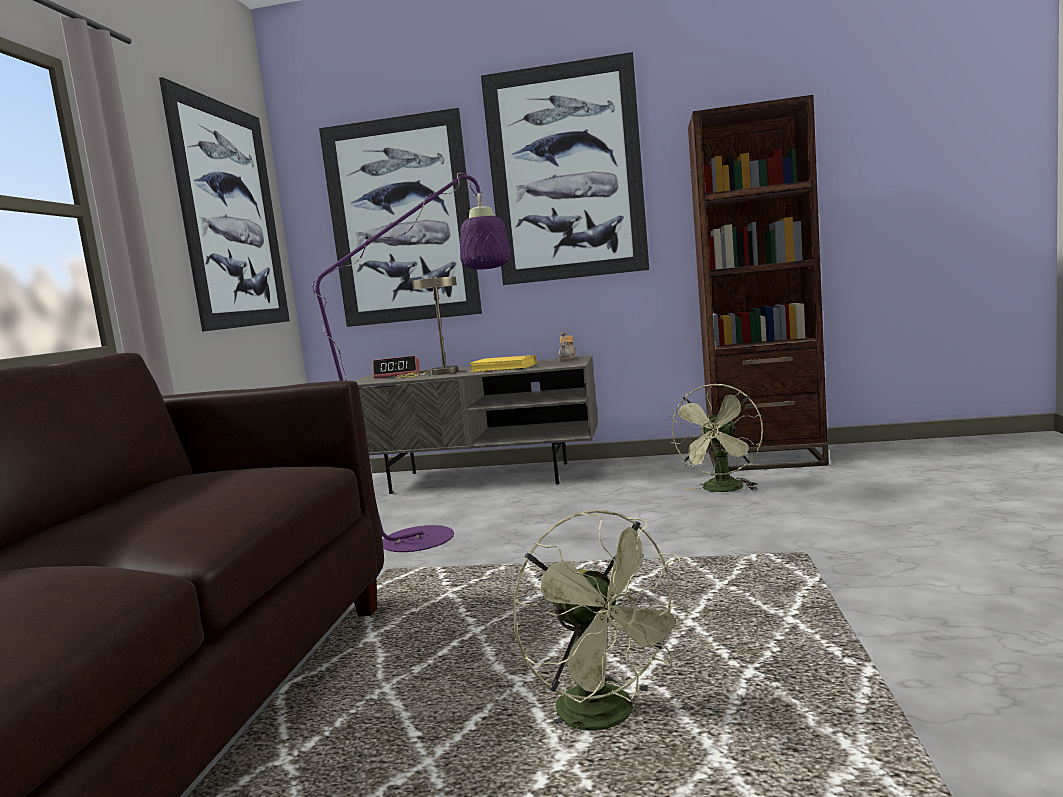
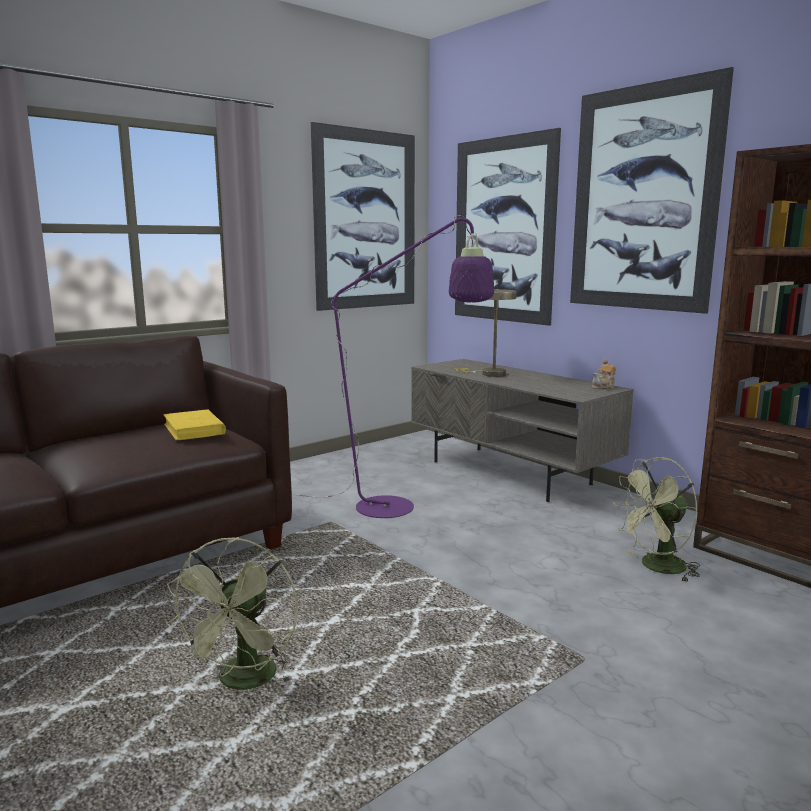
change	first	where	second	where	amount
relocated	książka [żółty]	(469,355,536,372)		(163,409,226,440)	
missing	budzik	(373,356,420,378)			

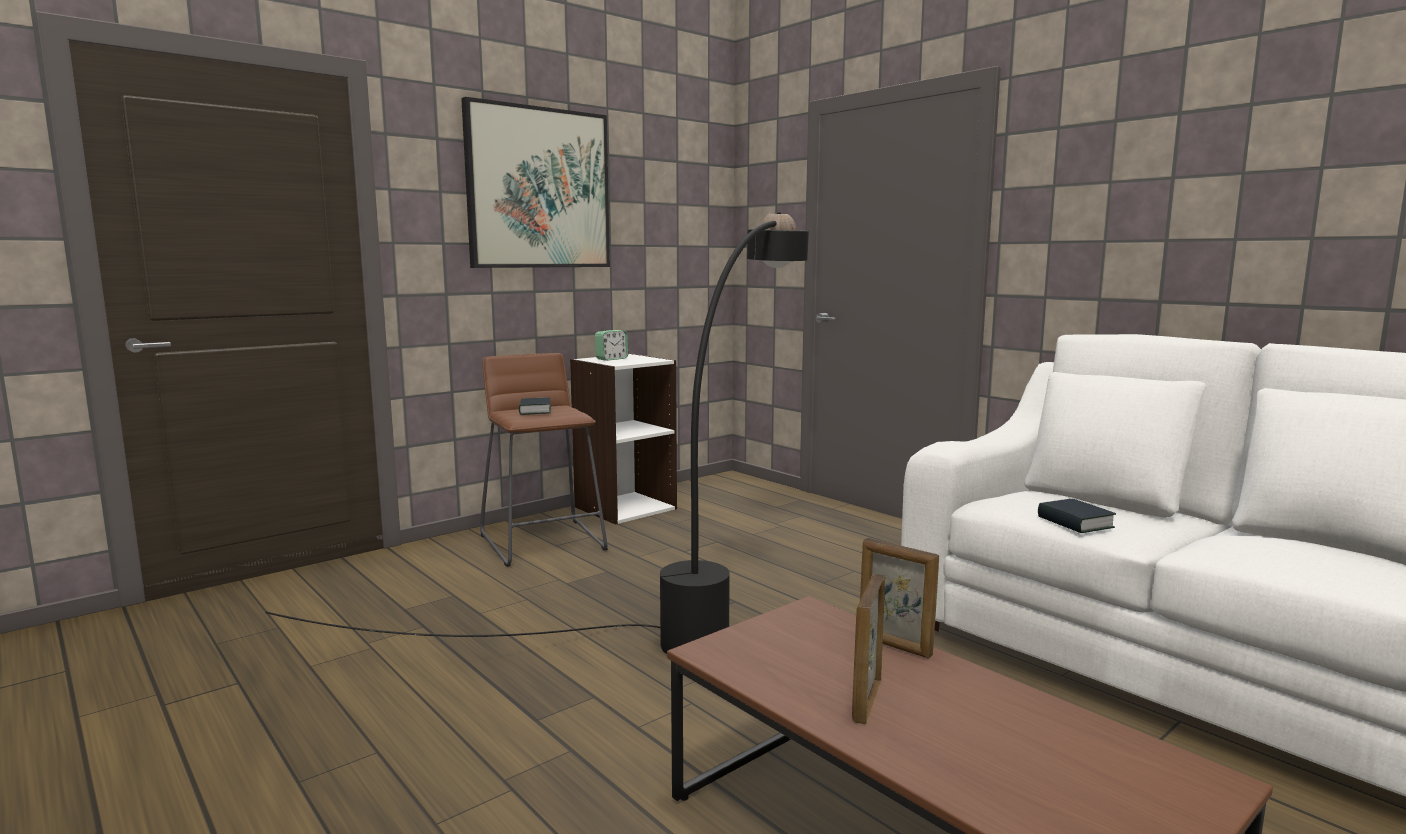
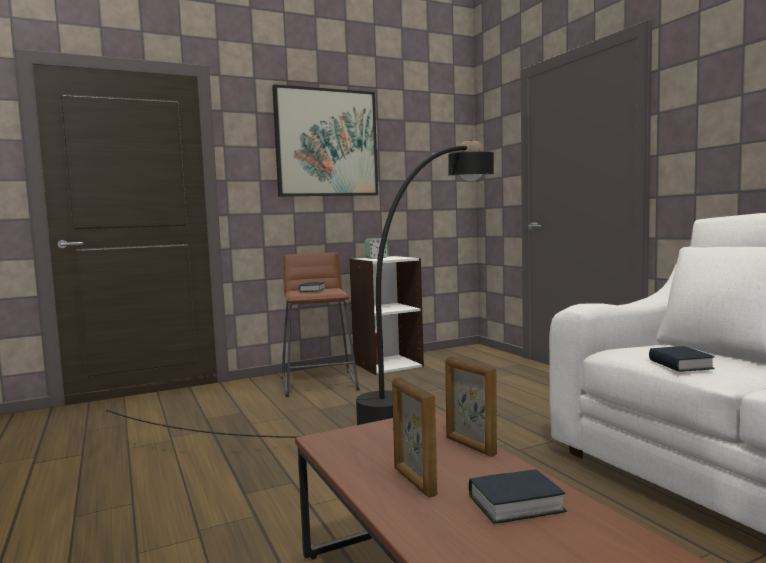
change	first	where	second	where	amount
spun	ramka na zdjęcie	(852,574,885,724)		(392,377,437,498)	60 degrees counterclockwise
appeared			książka	(469,469,567,524)	

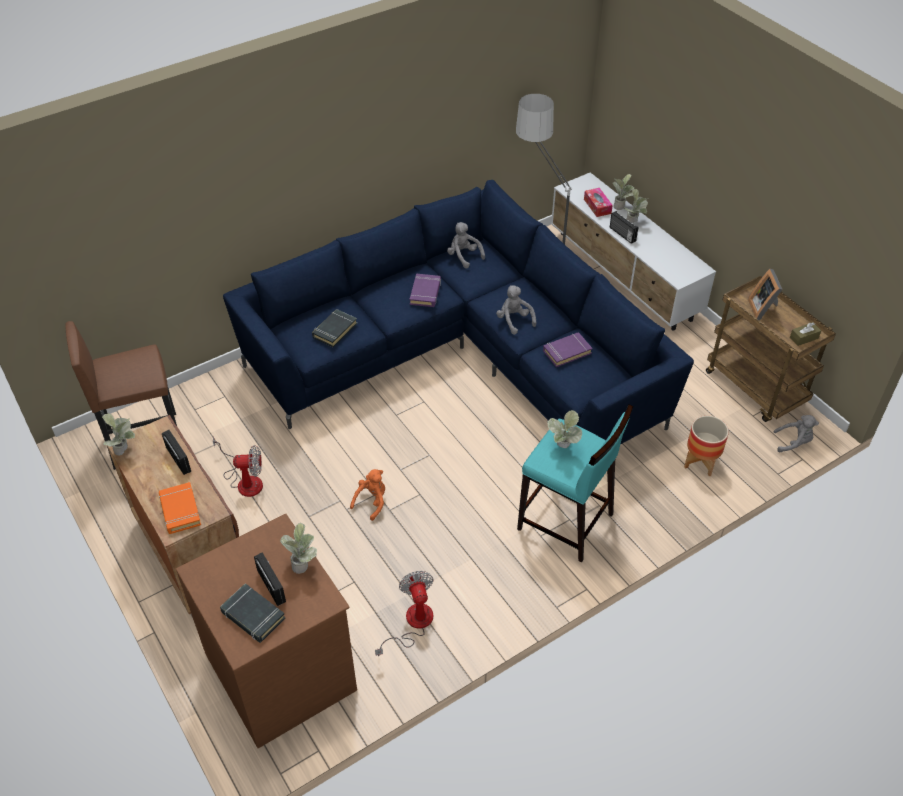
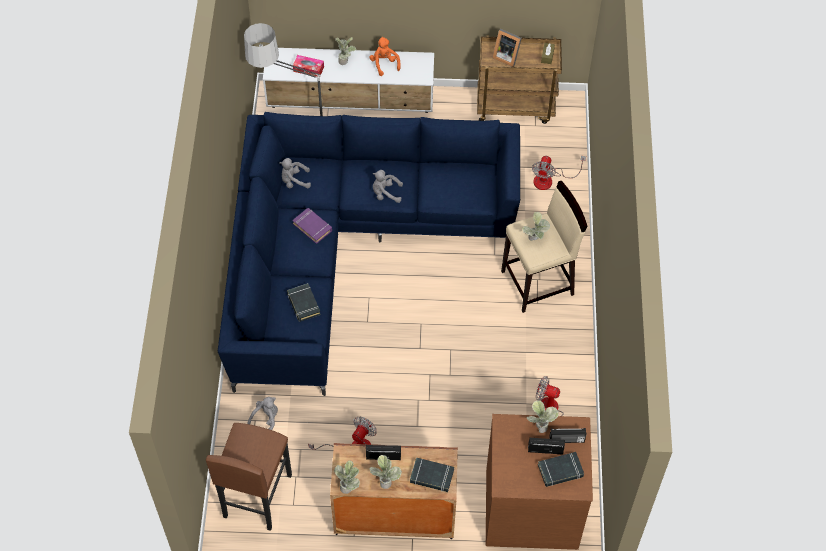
change	first	where	second	where	amount
relocated	roślina doniczkowa	(613,174,634,210)		(370,455,402,489)	
relocated	radio	(610,211,638,244)		(549,428,586,443)	
missing	książka [fioletowy]	(543,332,592,367)			
colour	stołek [turkusowy]	(517,404,633,562)	stołek [beżowy]	(501,181,588,313)	
relocated	pluszak [szary]	(773,415,819,452)		(247,397,278,430)	
exchanged	donica	(684,416,729,476)	wentylator	(532,156,586,190)	
relocated	pluszak [pomarańczowy]	(350,469,385,521)		(369,37,400,76)	
colour	książka [pomarańczowy]	(159,482,201,534)	książka [czarny]	(410,458,454,492)	

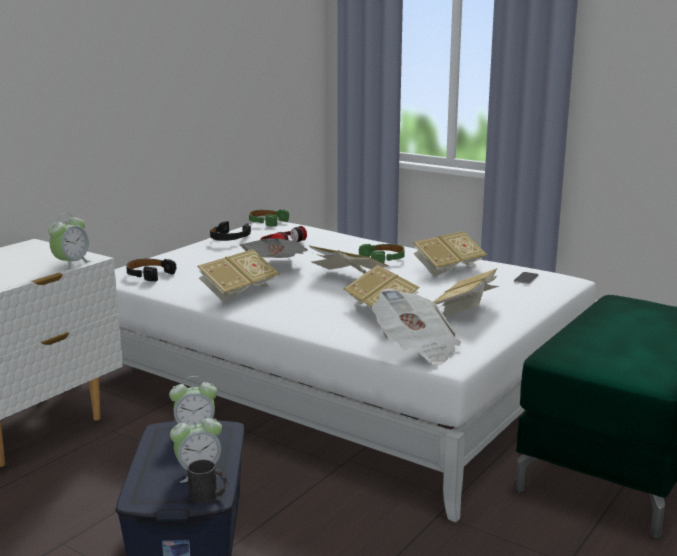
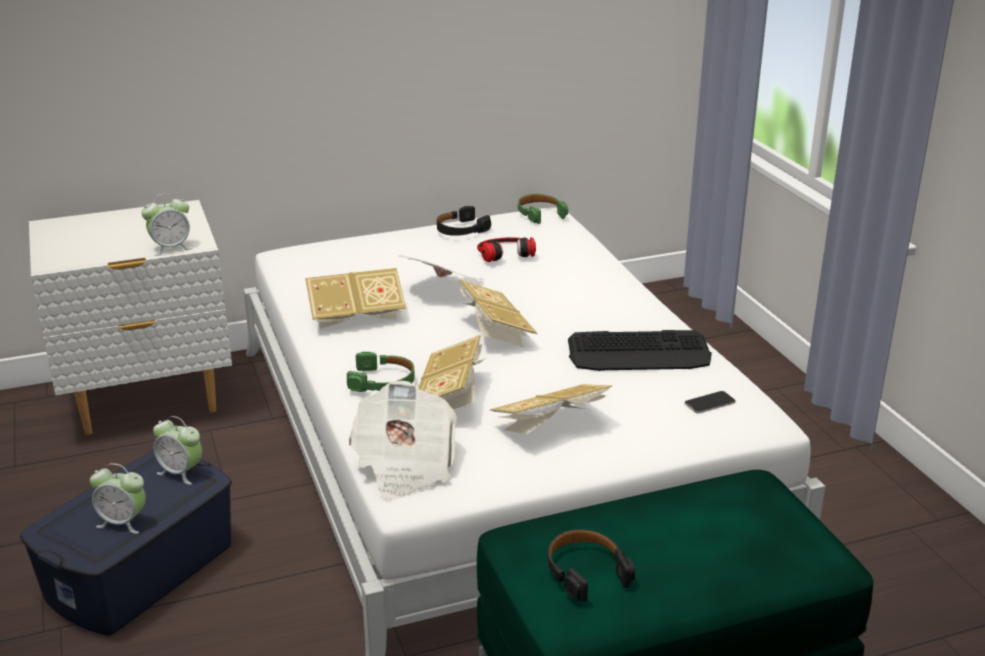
change	first	where	second	where	amount
exchanged	książka	(413,231,487,277)	klawiatura	(568,330,712,371)	
relocated	słuchawki [zielony]	(359,244,405,263)		(347,352,415,392)	
relocated	słuchawki [czarny]	(126,259,176,281)		(548,529,635,602)	
missing	kubek [czarny]	(187,460,228,504)			

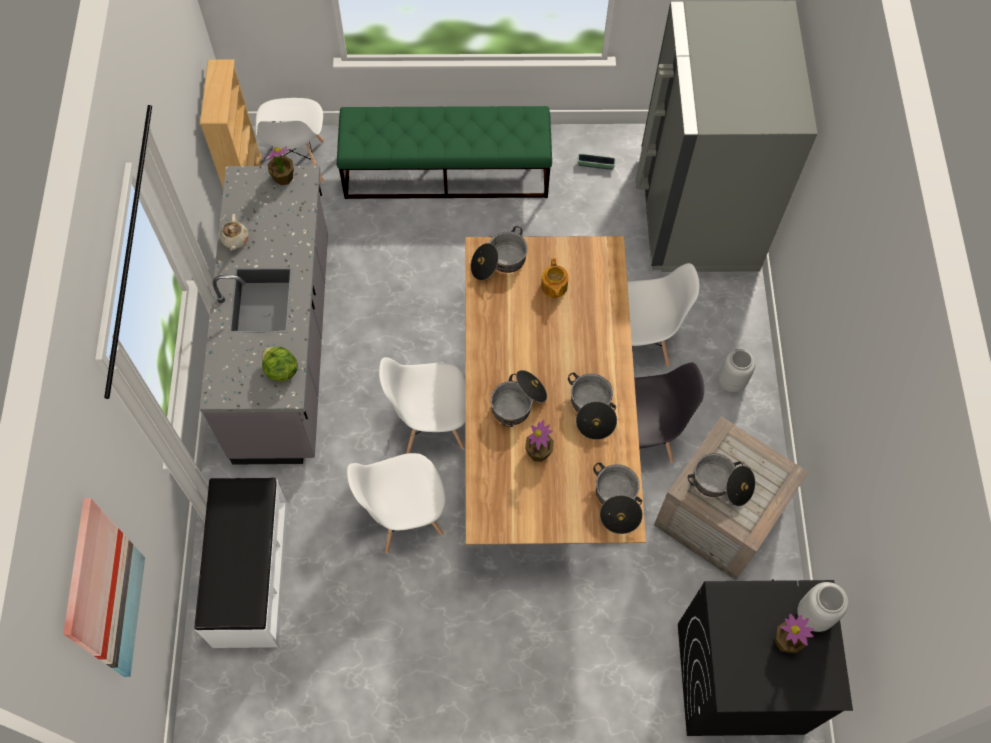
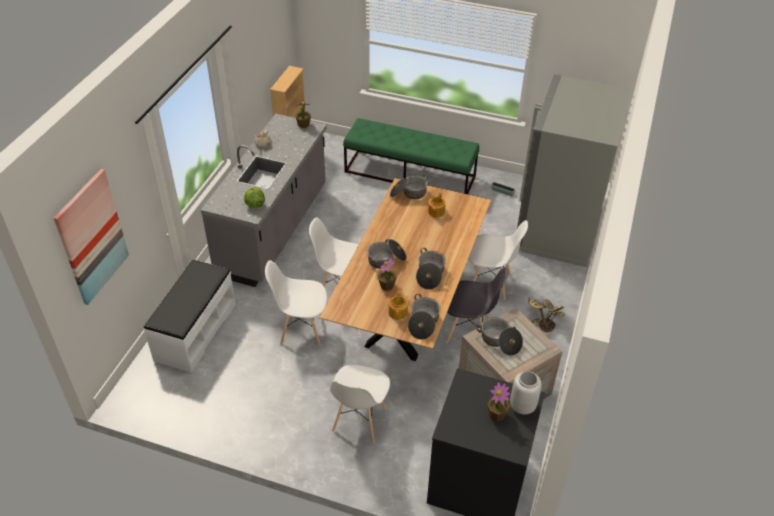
change	first	where	second	where	amount
relocated	krzesło [biały]	(255,98,324,183)		(330,365,390,443)	
exchanged	wazon [szary]	(718,349,756,392)	roślina doniczkowa	(528,298,565,332)	
appeared			imbryk	(388,290,408,320)	

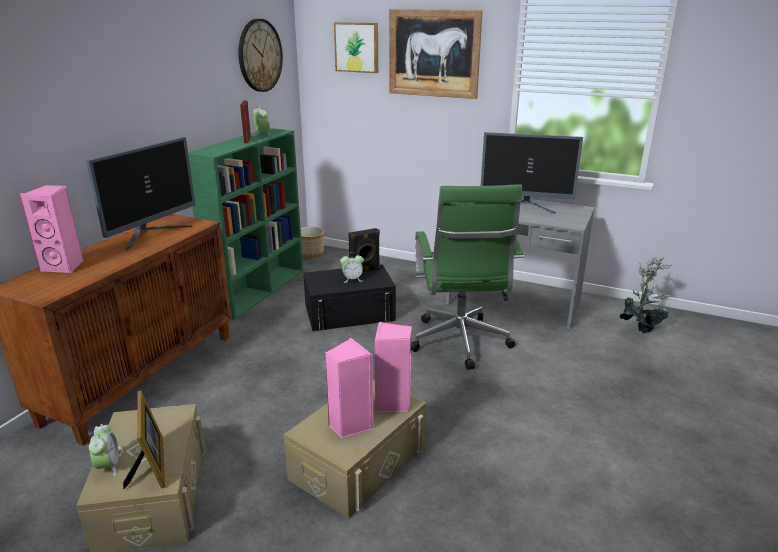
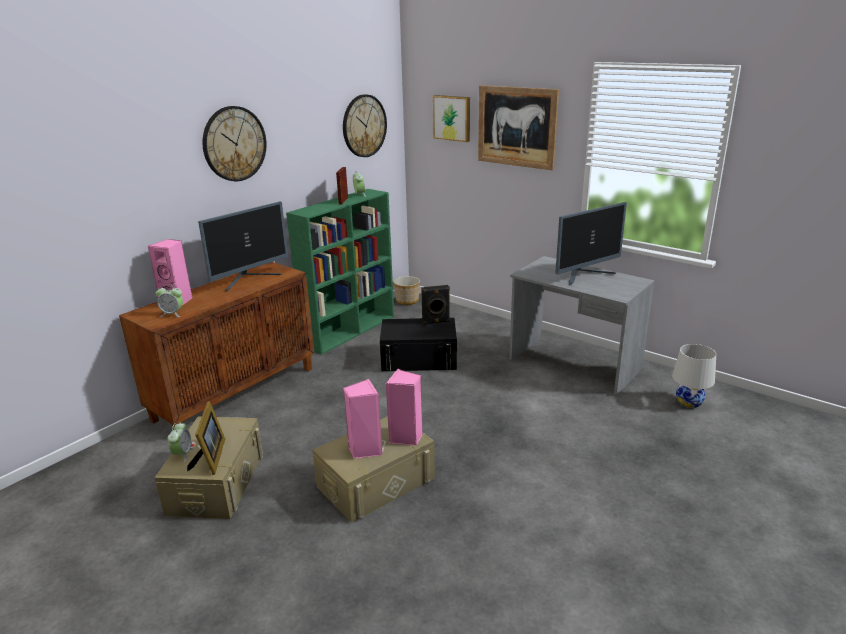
change	first	where	second	where	amount
spun	monitor	(481,132,583,214)		(555,202,627,285)	60 degrees counterclockwise
missing	krzesło biurowe [zielony]	(411,184,523,370)			
relocated	budzik	(340,252,364,283)		(156,284,183,317)	
exchanged	roślina doniczkowa	(620,256,672,333)	lampa stołowa [biały]	(672,344,716,408)	
appeared			zegar ścienny	(202,106,267,181)	

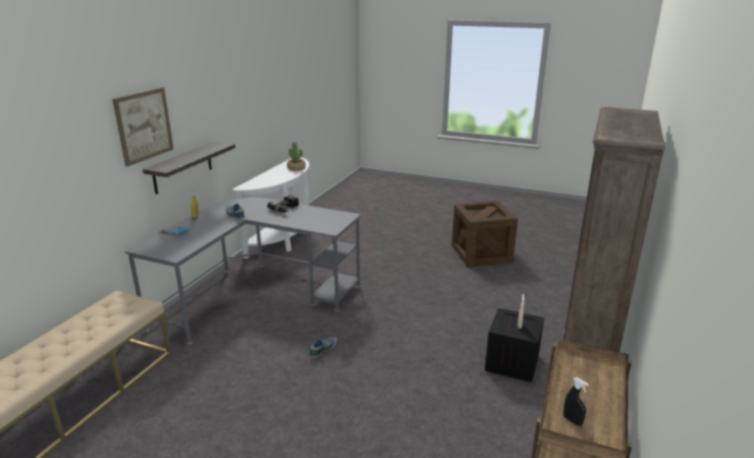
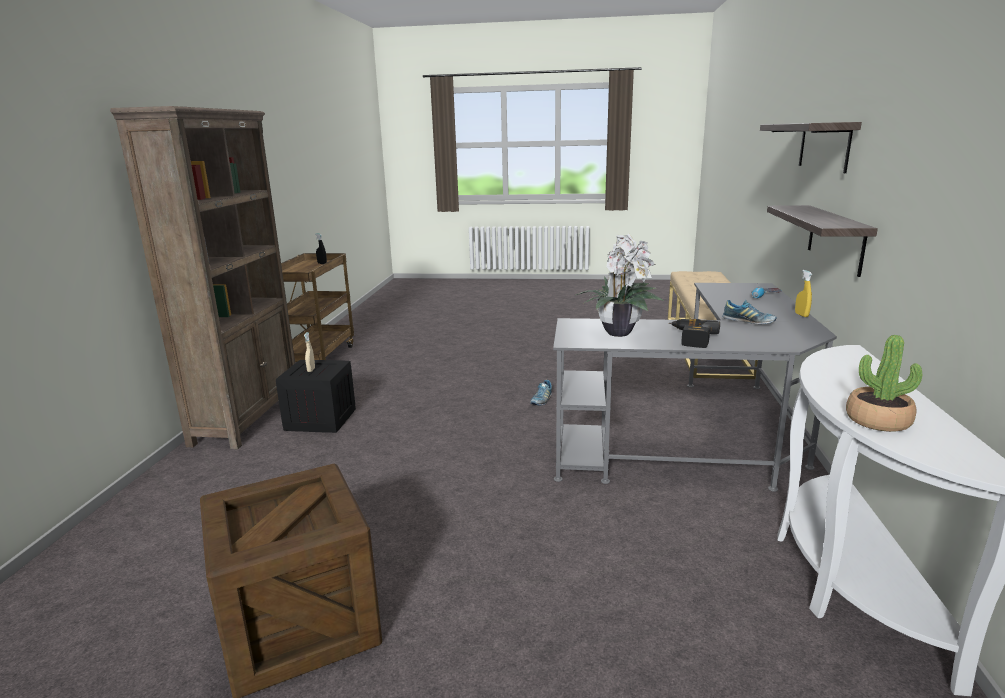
change	first	where	second	where	amount
exchanged	obraz	(112,87,174,167)	półka	(760,122,862,173)	
appeared			roślina doniczkowa	(576,233,665,337)	

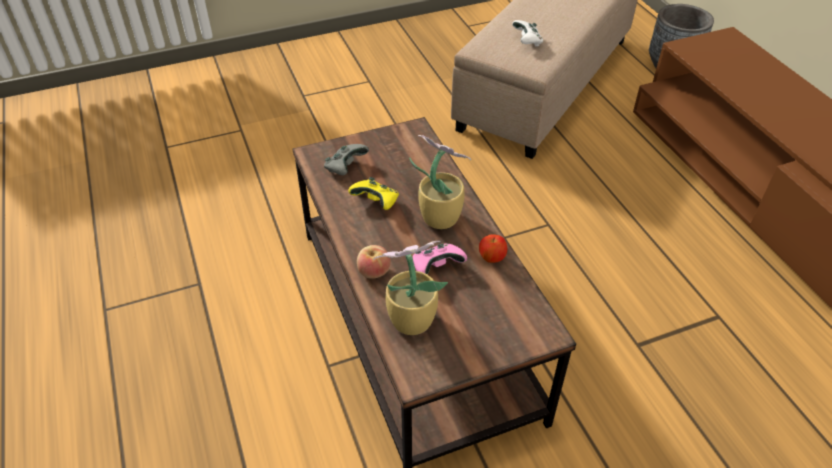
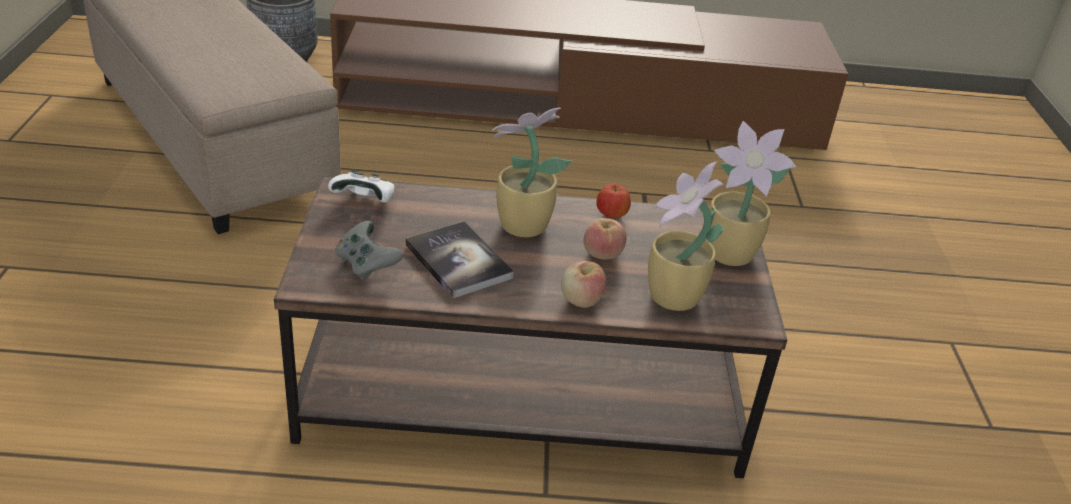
change	first	where	second	where	amount
relocated	pad do gier [biały]	(512,20,543,47)		(328,169,394,203)	
exchanged	pad do gier [żółty]	(348,177,399,210)	książka	(405,221,514,298)	
exchanged	pad do gier [różowy]	(413,243,467,274)	jabłko	(583,218,626,260)	
appeared			roślina doniczkowa	(706,121,796,266)	

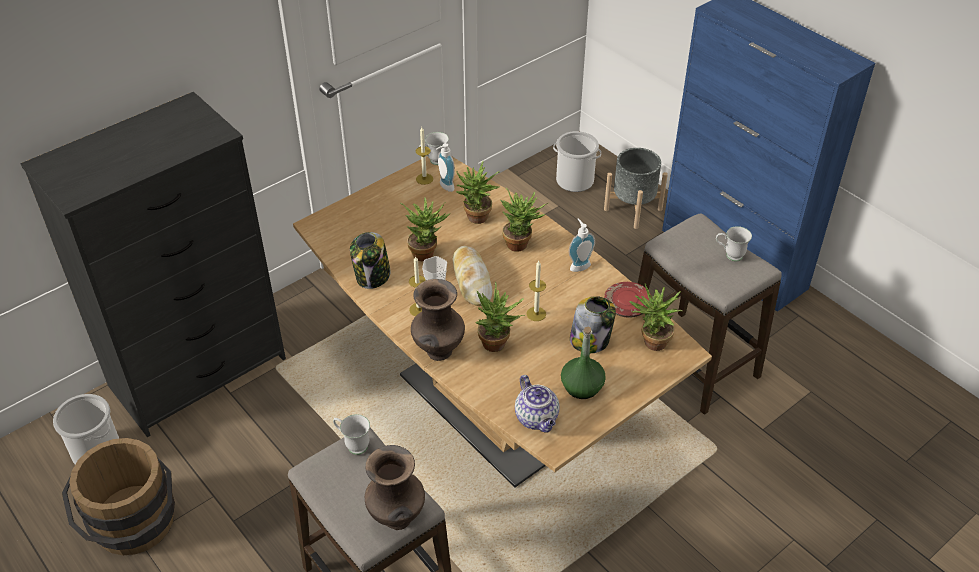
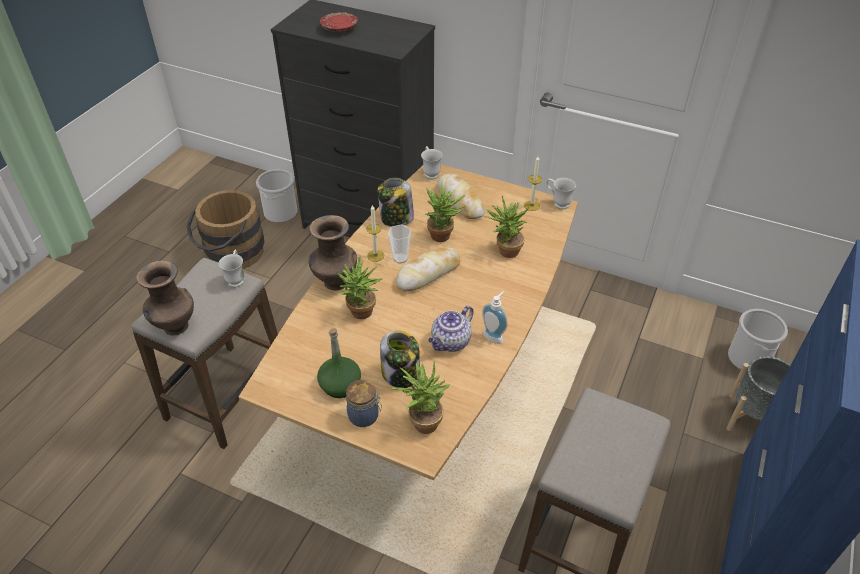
change	first	where	second	where	amount
missing	dozownik mydła	(436,143,455,192)			
missing	roślina doniczkowa	(500,188,549,252)			
relocated	kubek [biały]	(716,226,752,261)		(421,146,442,179)	
missing	świeca	(527,261,546,321)			
relocated	talerz [czerwony]	(604,282,652,318)		(320,12,358,33)	
relocated	imbryk	(515,375,560,433)		(428,305,474,352)	
appeared			chleb	(437,174,485,219)	
appeared			słoik	(346,380,382,427)	

